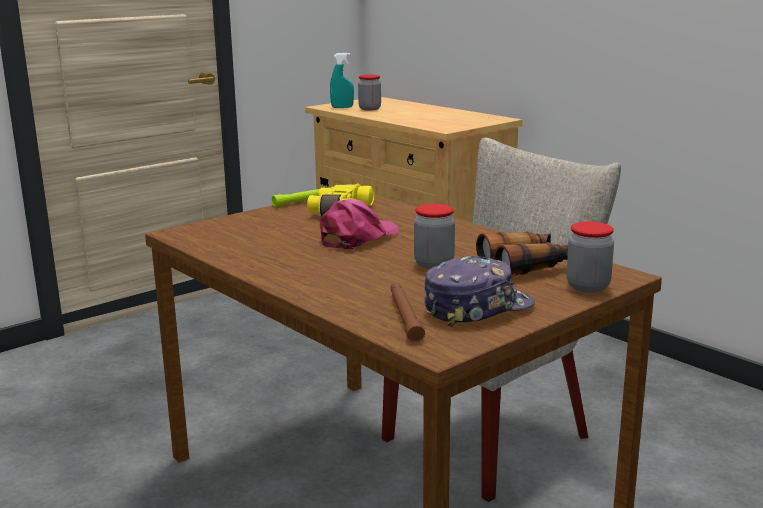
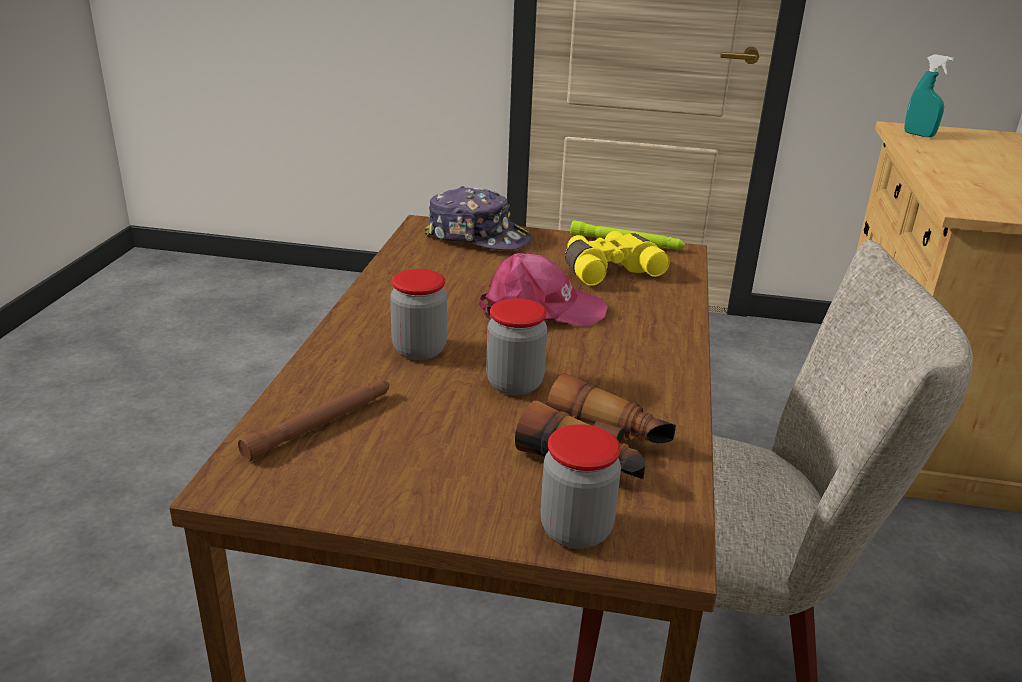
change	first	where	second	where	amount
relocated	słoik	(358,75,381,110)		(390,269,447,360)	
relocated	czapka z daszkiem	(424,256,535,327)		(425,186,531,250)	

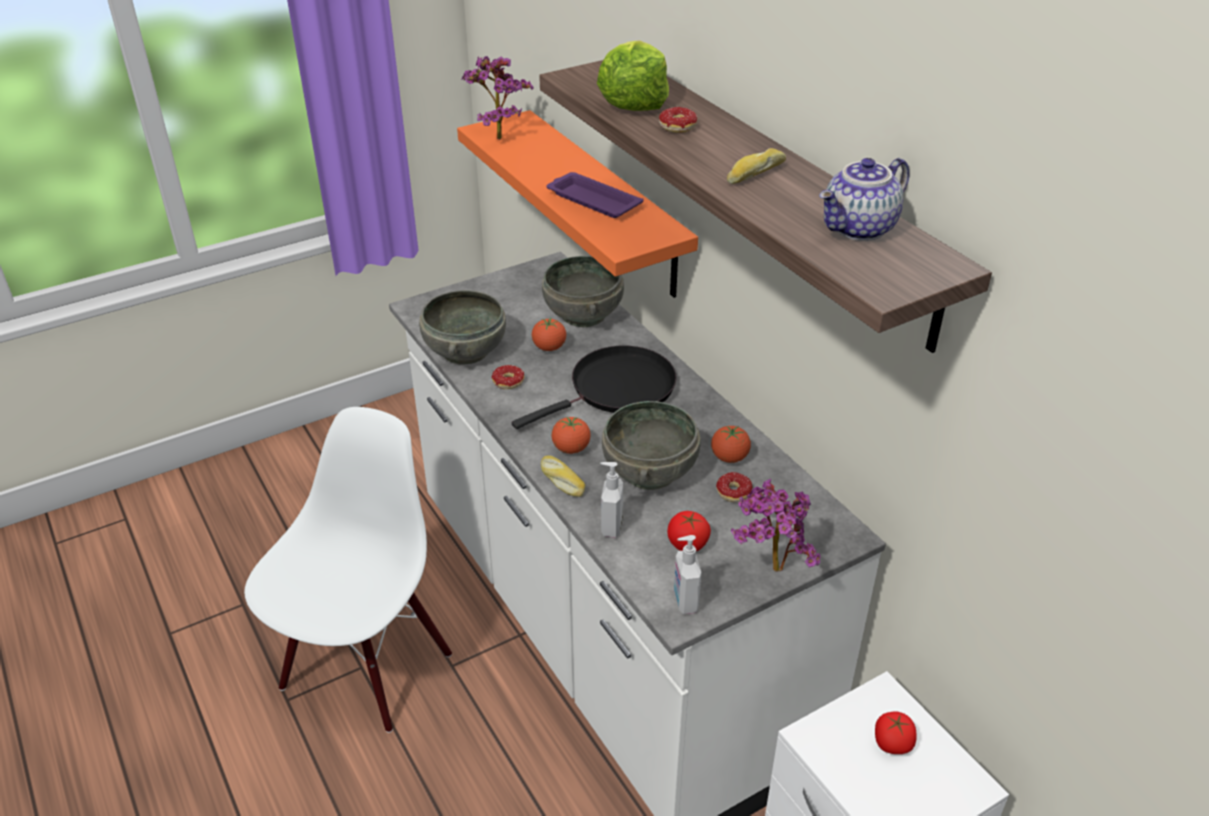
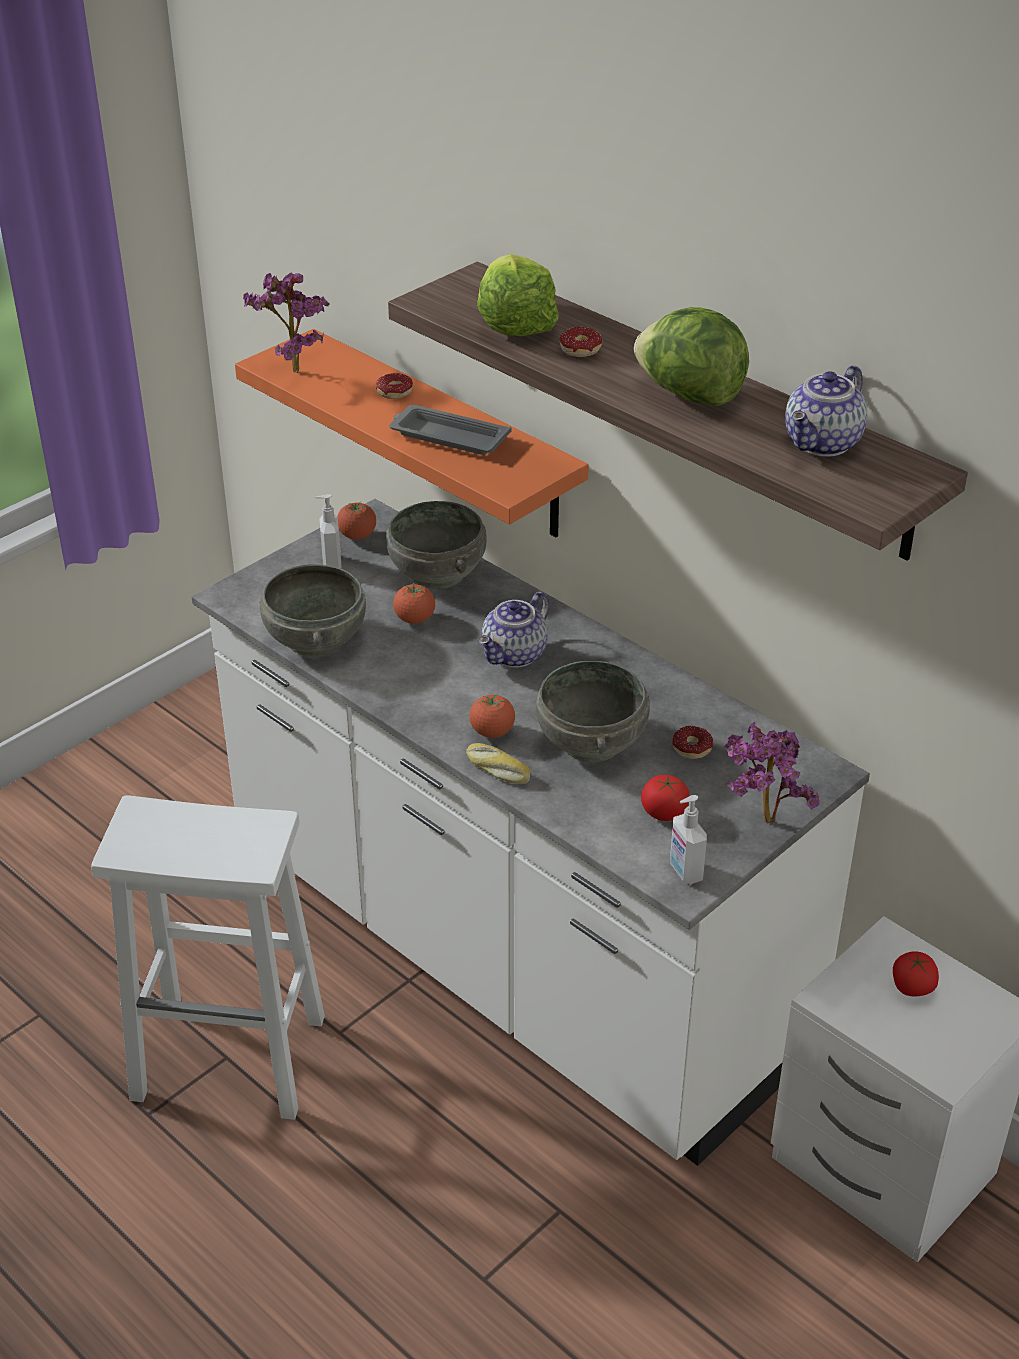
change	first	where	second	where	amount
exchanged	chleb	(727,148,786,184)	sałata	(634,307,749,406)	
colour	taca [fioletowy]	(547,172,643,218)	taca [szary]	(390,405,512,455)	
exchanged	patelnia [czarny]	(512,346,677,429)	imbryk	(479,592,549,668)	
relocated	donut	(492,365,524,389)		(376,373,413,399)	
exchanged	krzesło [biały]	(244,407,452,733)	stołek [biały]	(91,795,325,1120)	
relocated	pomidor	(711,426,751,463)		(337,501,376,540)	
relocated	dozownik mydła	(600,462,623,538)		(315,494,341,568)	

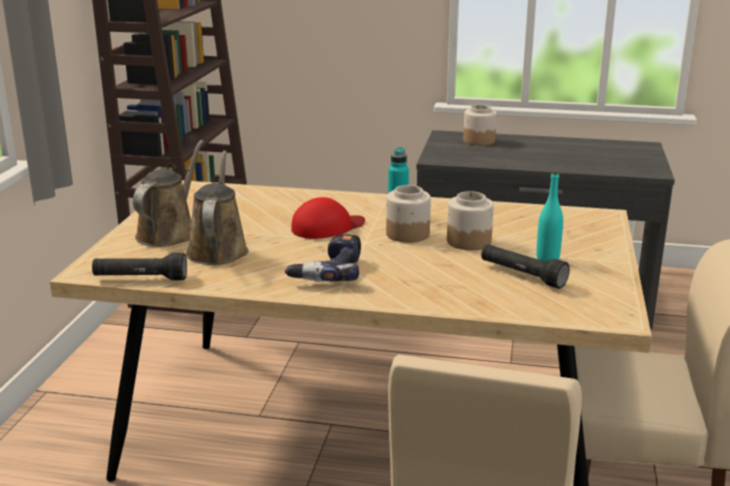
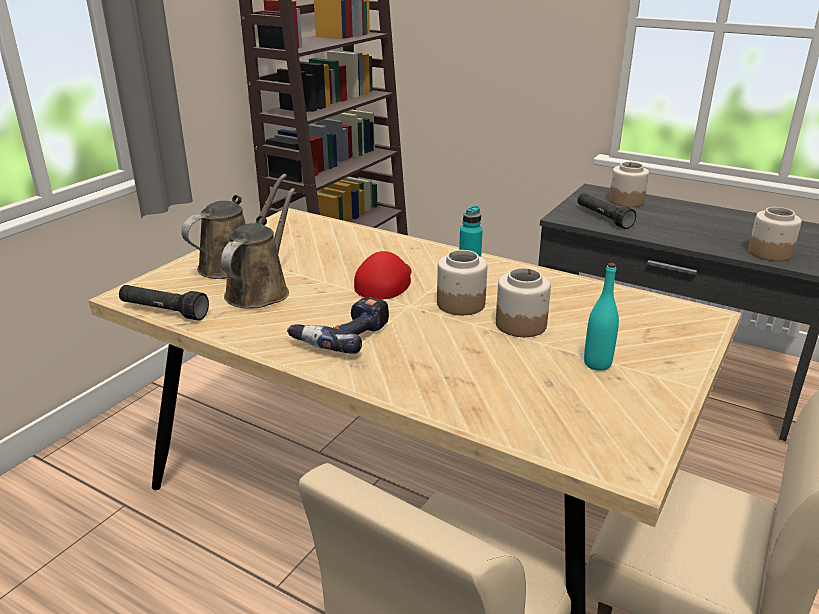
change	first	where	second	where	amount
spun	czapka z daszkiem [czerwony]	(291,197,365,239)		(354,251,412,300)	60 degrees counterclockwise
relocated	latarka [czarny]	(481,244,570,289)		(577,193,636,229)	
appeared			słoik	(748,207,802,261)	

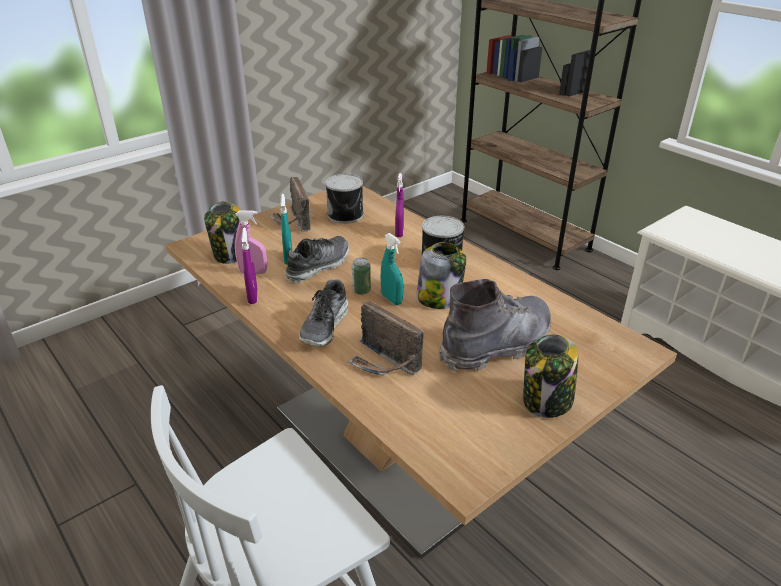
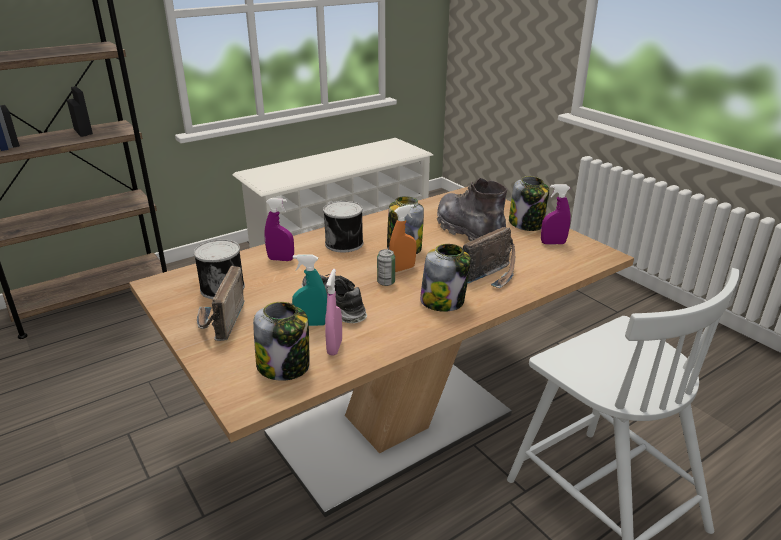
change	first	where	second	where	amount
spun	radio	(269,177,311,232)		(197,266,245,341)	105 degrees clockwise
relocated	spryskiwacz [fioletowy]	(242,228,258,304)		(541,184,571,245)	
colour	spryskiwacz [turkusowy]	(381,233,404,305)	spryskiwacz [pomarańczowy]	(389,205,417,272)	
exchanged	but	(299,280,348,346)	słoik	(420,244,471,312)	

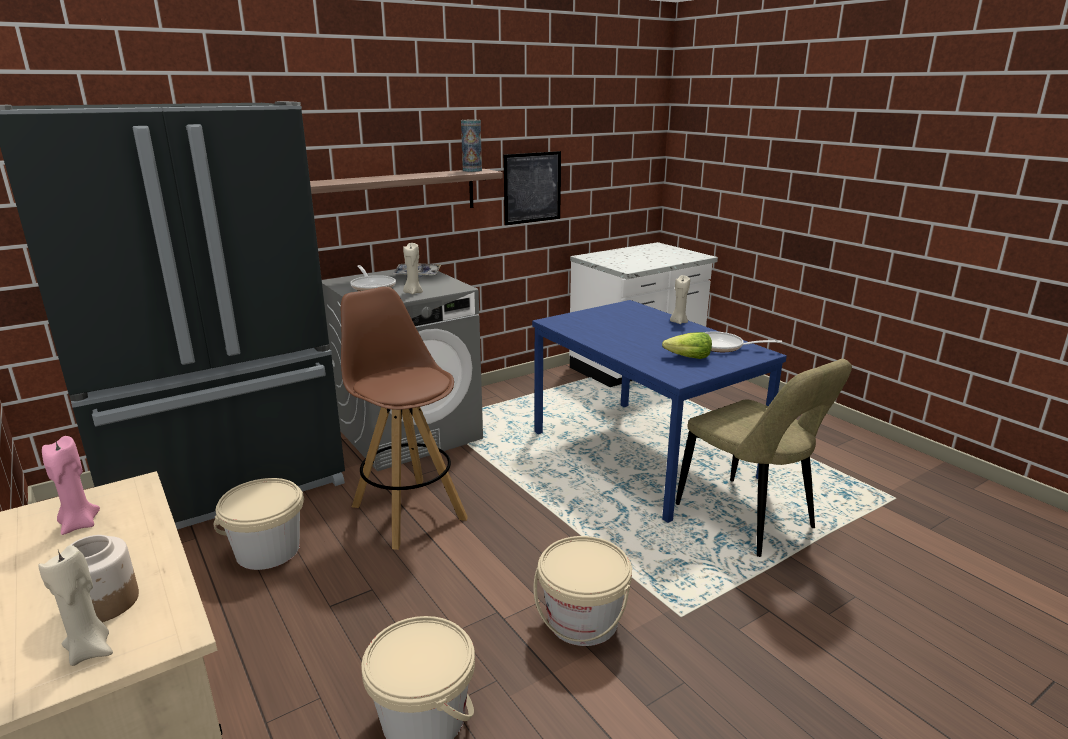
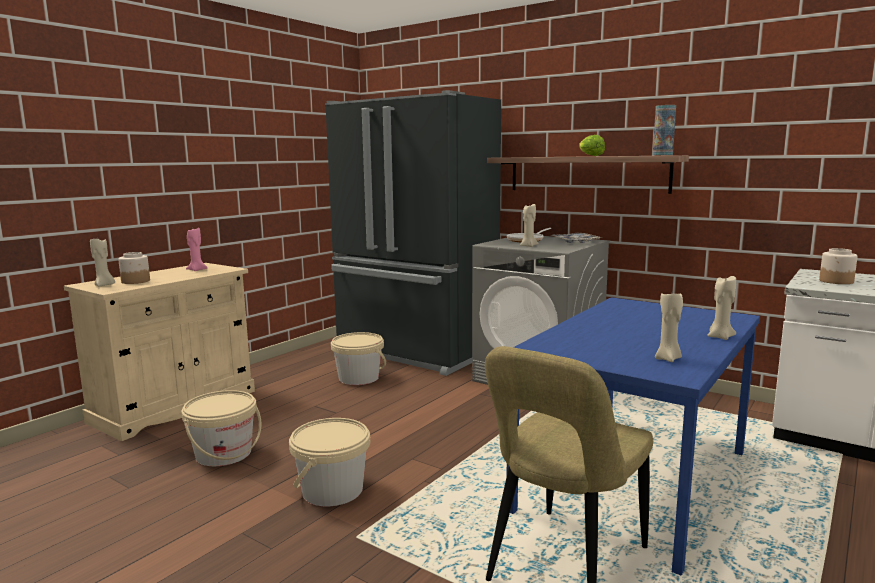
change	first	where	second	where	amount
missing	obraz	(504,151,561,225)			
missing	stołek [brązowy]	(341,287,468,550)			
relocated	sałata	(662,332,712,359)		(579,135,605,156)	
exchanged	patelnia	(704,332,782,352)	świeca [beżowy]	(655,293,683,362)	
appeared			słoik	(819,248,858,284)	

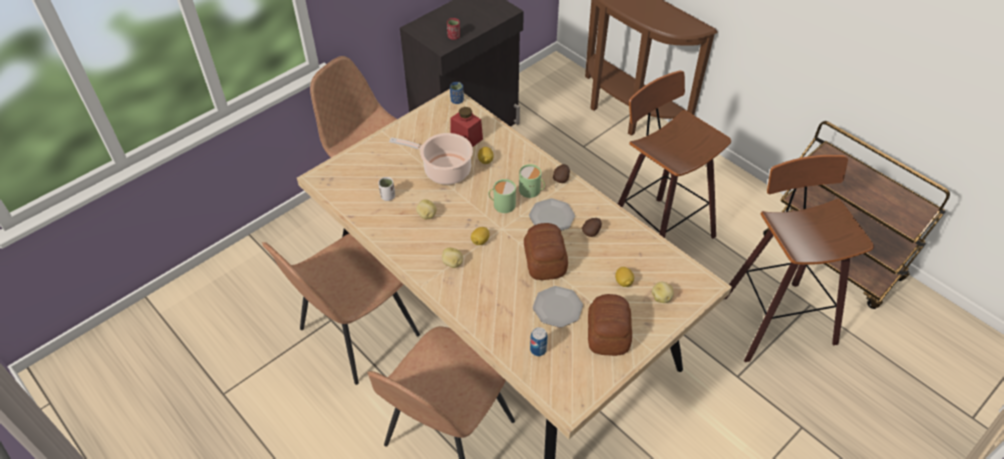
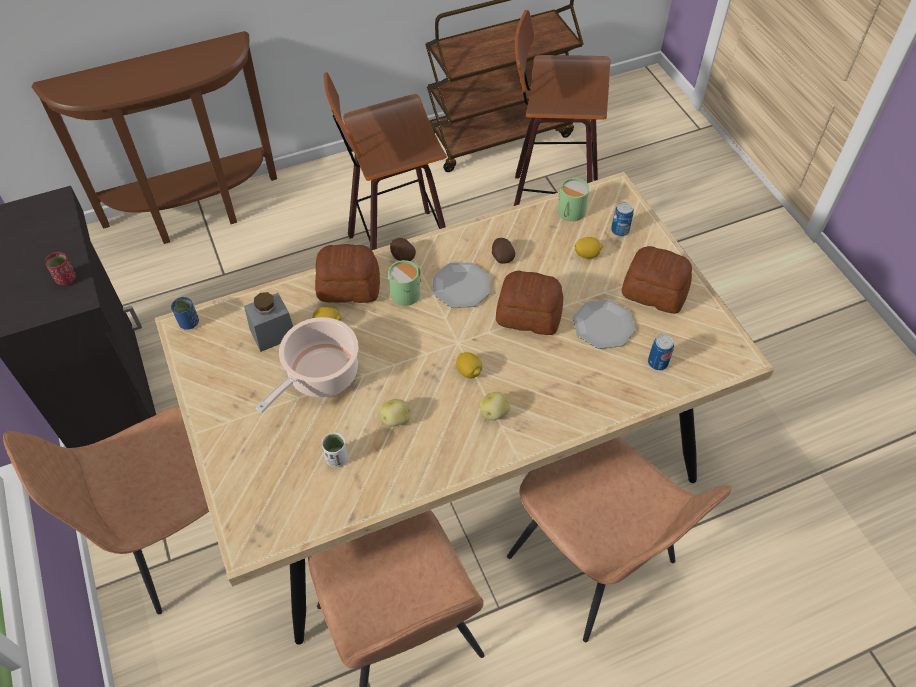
change	first	where	second	where	amount
colour	słoik [czerwony]	(450,107,483,147)	słoik [szary]	(244,292,293,352)	
relocated	kubek [zielony]	(489,179,516,213)		(558,178,589,221)	
exchanged	ziemniak	(652,282,674,303)	puszka	(611,202,634,236)	
appeared			chleb	(315,244,380,303)	

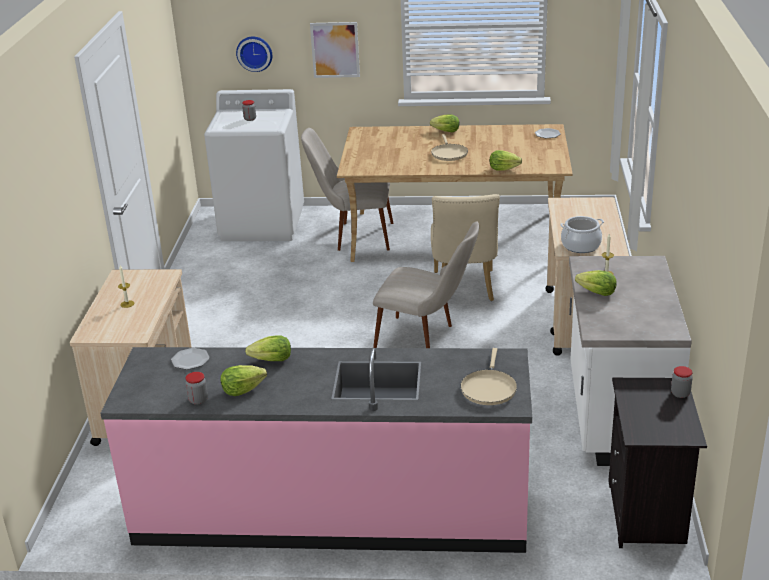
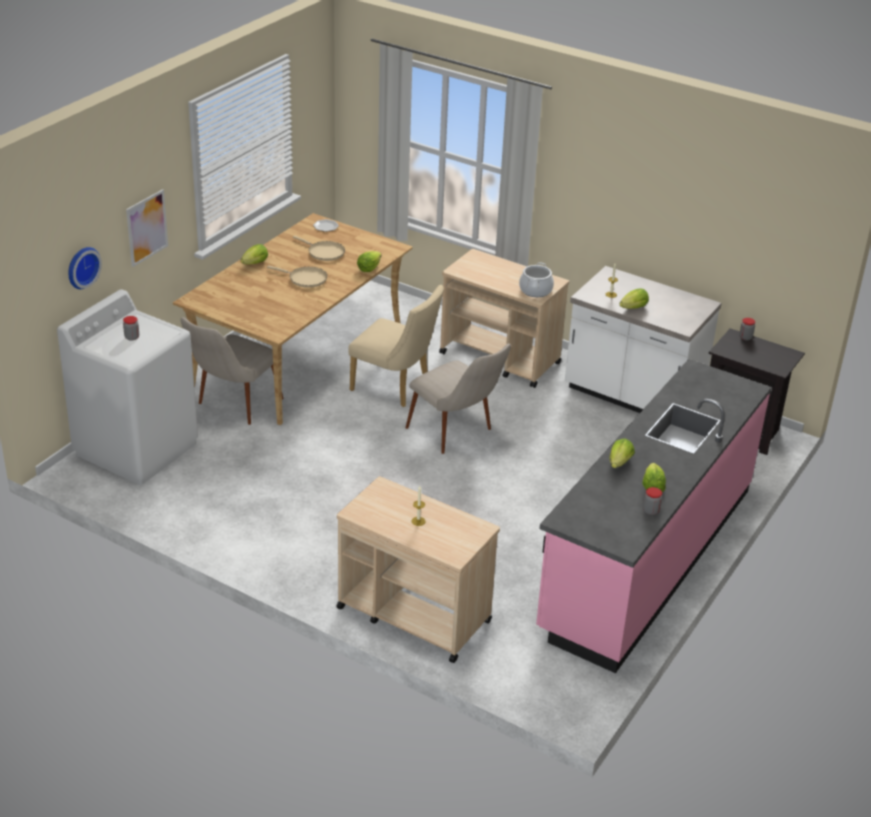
change	first	where	second	where	amount
spun	krzesło [beżowy]	(373,221,479,348)		(406,343,511,454)	90 degrees clockwise
missing	talerz	(171,348,210,370)			
relocated	patelnia [beżowy]	(460,348,517,405)		(293,235,345,261)	

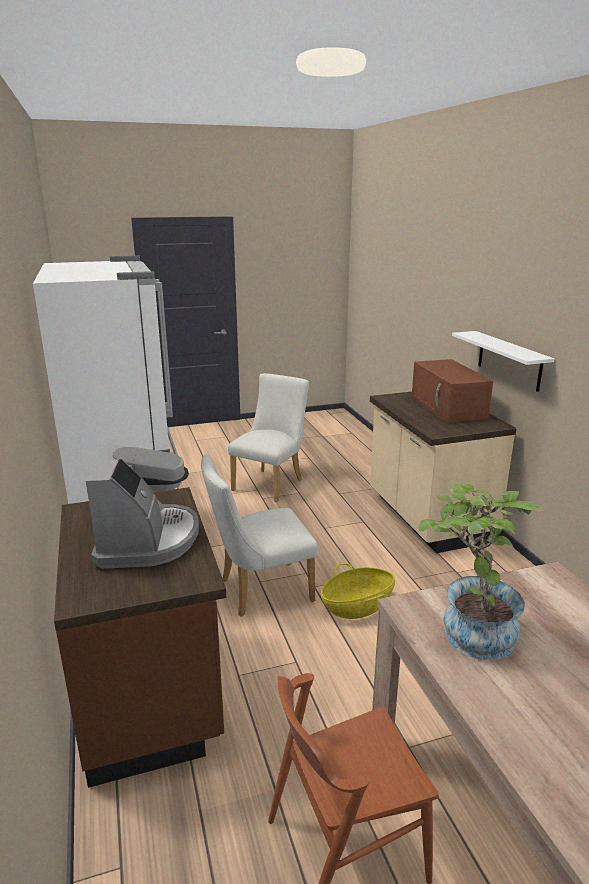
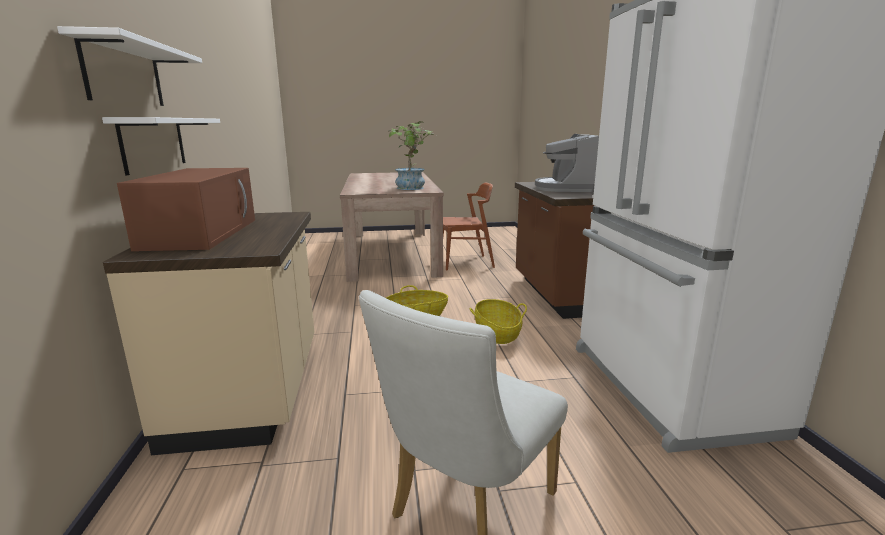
change	first	where	second	where	amount
exchanged	krzesło [biały]	(201,454,318,617)	koszyk	(470,299,527,344)	
appeared			półka [biały]	(57,26,202,106)	

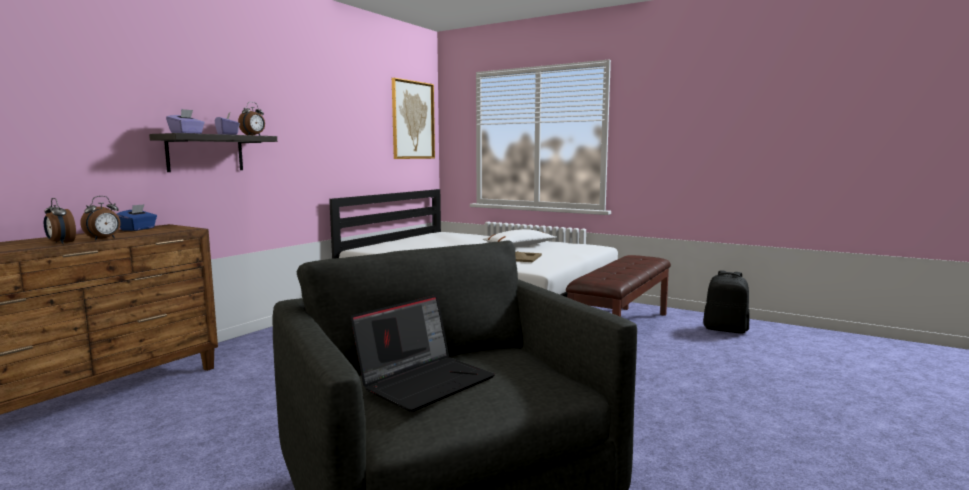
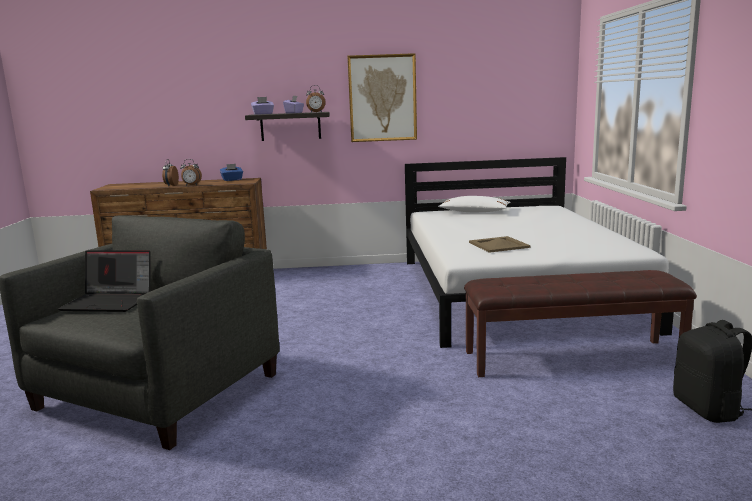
change	first	where	second	where	amount
relocated	obraz	(392,78,435,159)		(347,53,417,142)	
relocated	poduszka [biały]	(483,229,557,247)		(438,196,510,212)	

